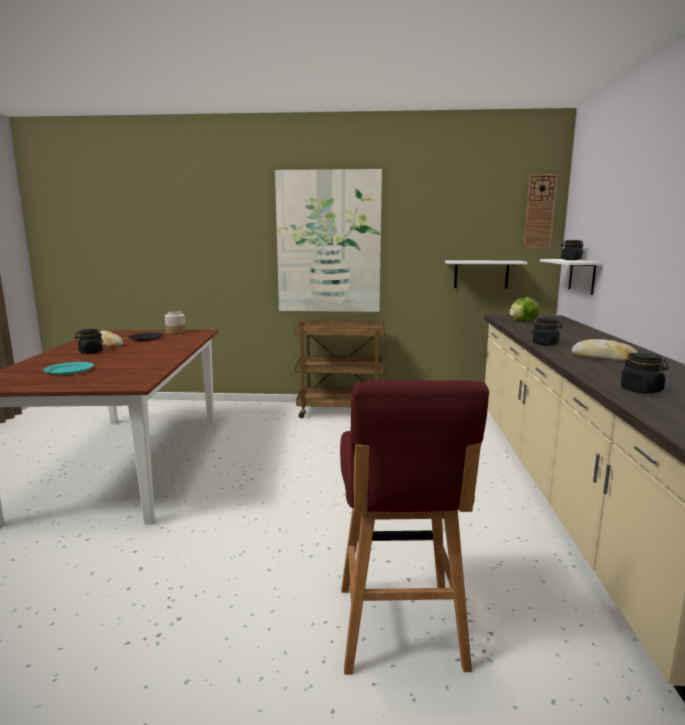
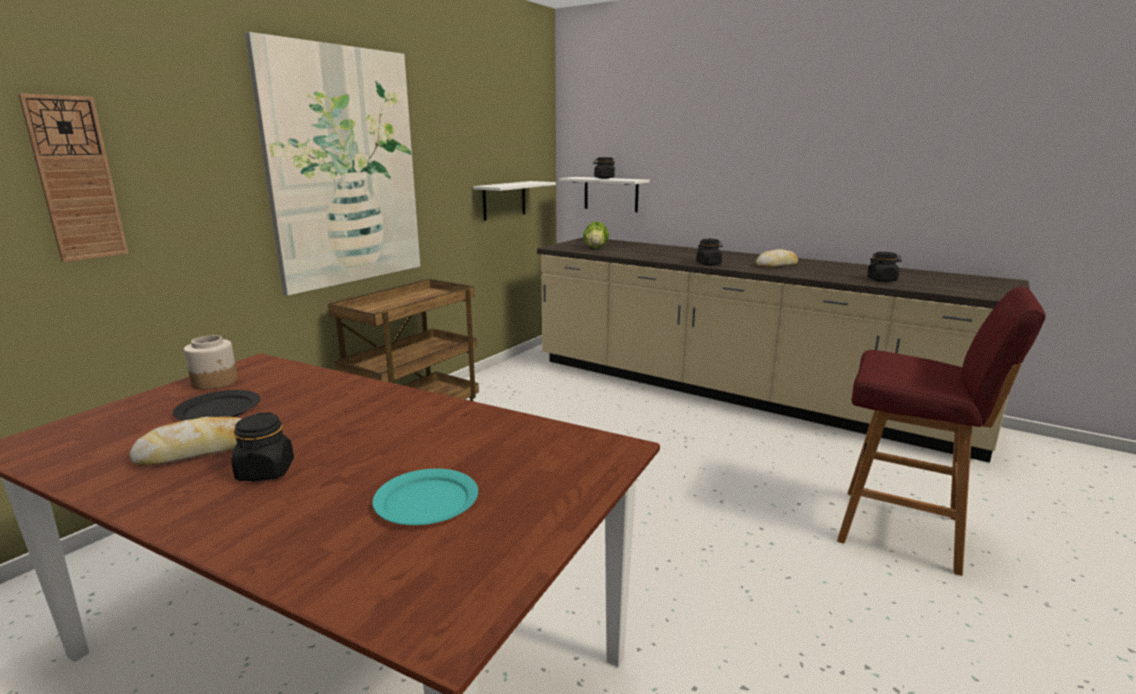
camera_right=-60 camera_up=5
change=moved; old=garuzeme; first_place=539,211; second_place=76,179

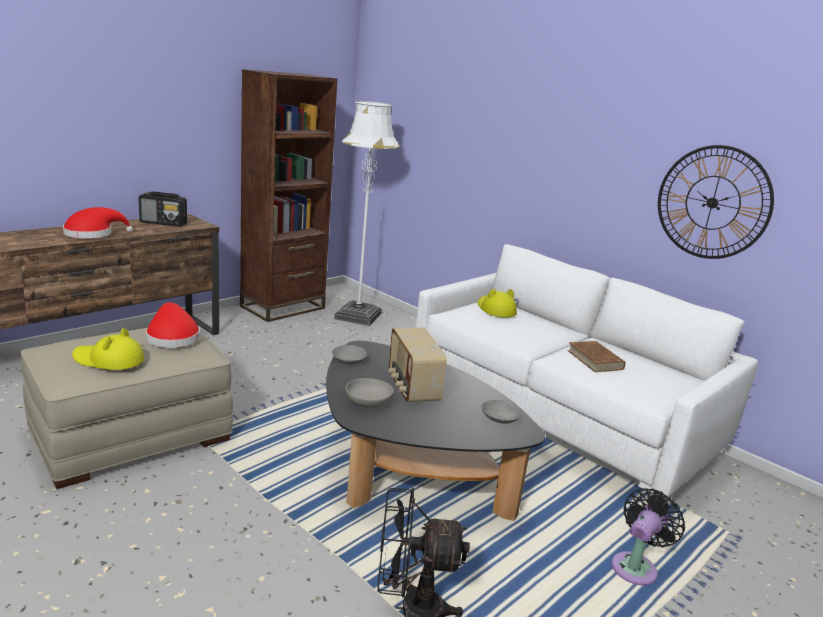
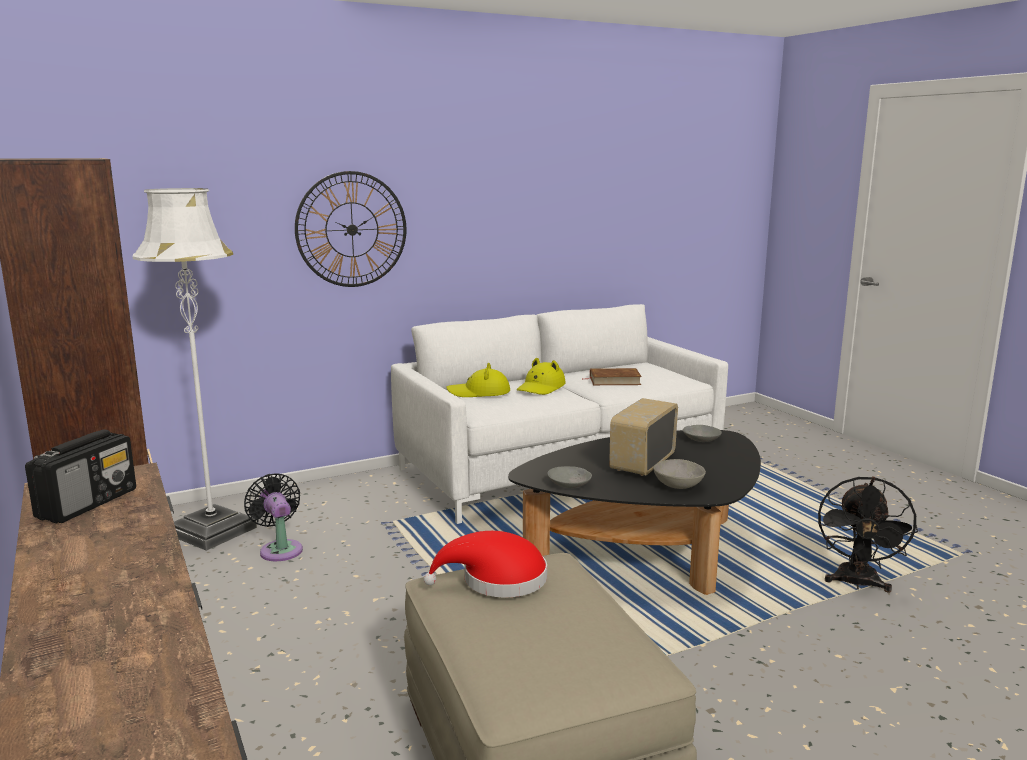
camera_right=-70 camera_up=-5
change=moved; old=garuzeme; first_place=712,202; second_place=352,229
change=removed; old=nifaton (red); first_place=92,234
change=moved; old=nifaton (yellow); first_place=108,360; second_place=541,388
change=turned; old=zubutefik; first_place=412,388; second_place=641,464; degrees=120
change=moved; old=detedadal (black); first_place=636,566; second_place=280,549

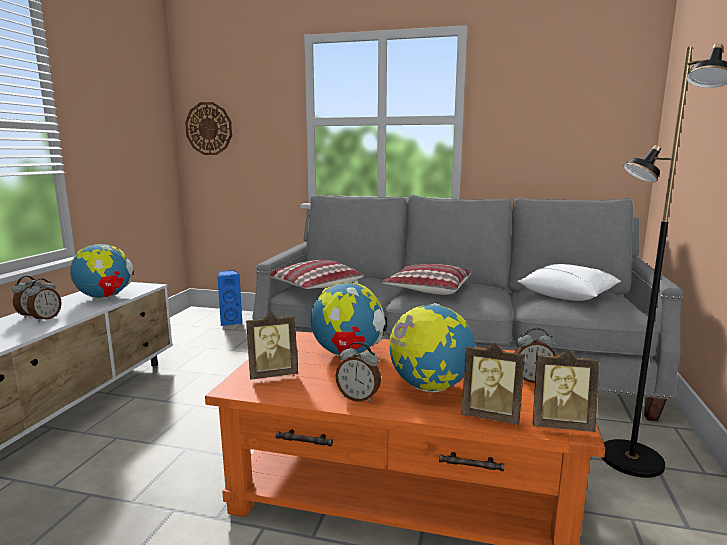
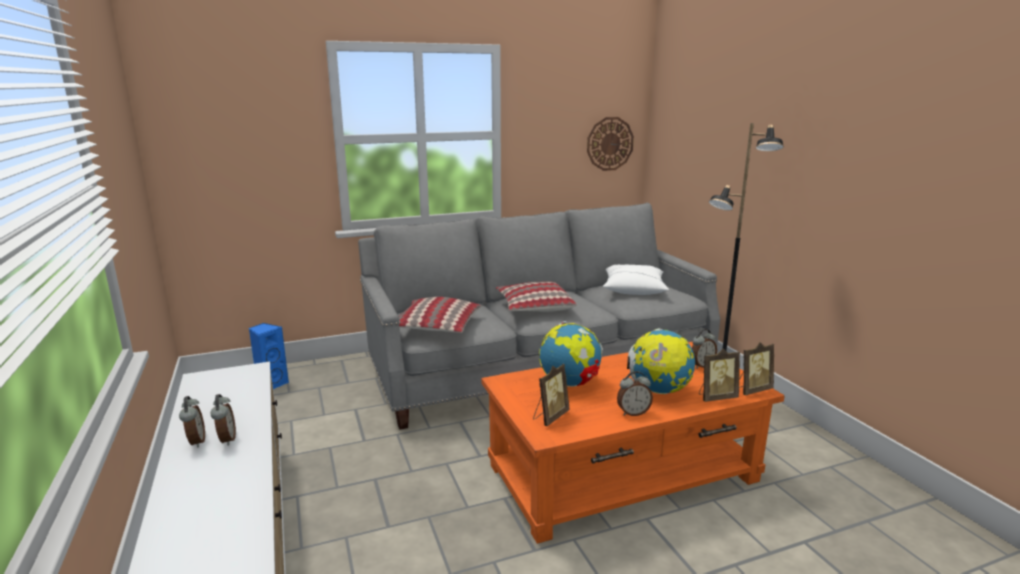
camera_right=-35 camera_up=5
change=moved; old=garuzeme; first_place=209,129; second_place=609,144
change=removed; old=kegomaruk; first_place=105,298

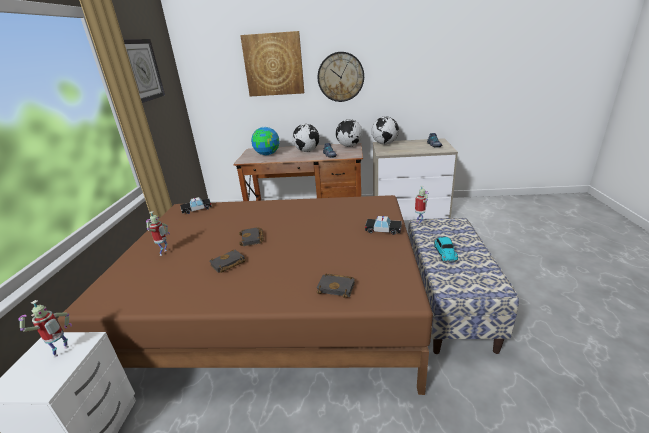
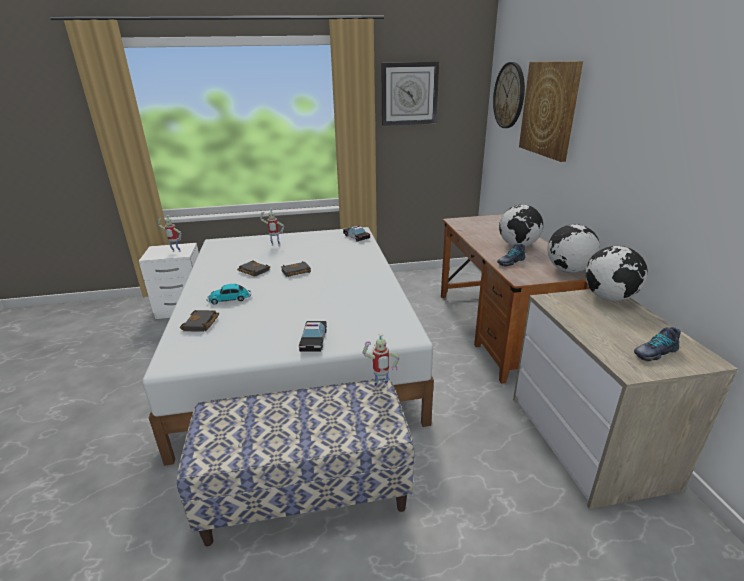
camera_right=75 camera_up=0
change=moved; old=garuzeme; first_place=340,77; second_place=509,96
change=removed; old=kegomaruk; first_place=267,154
change=recoloured; old=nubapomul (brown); new=nubapomul (white); first_place=275,305; second_place=298,347
change=moved; old=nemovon; first_place=444,252; second_place=230,299

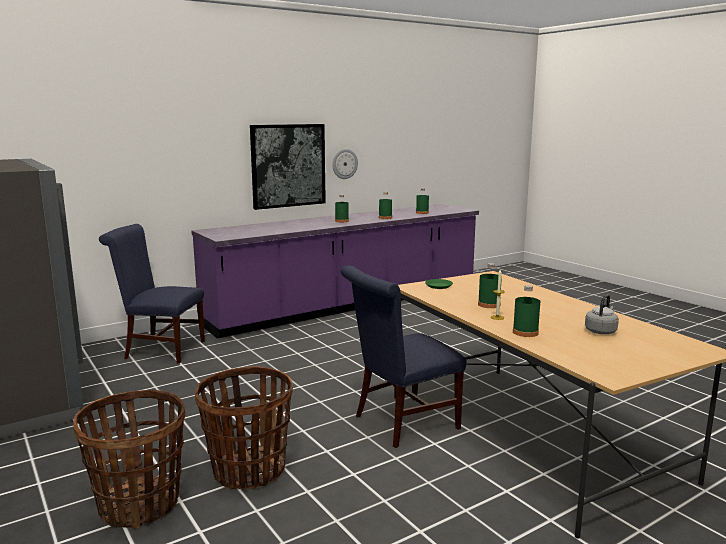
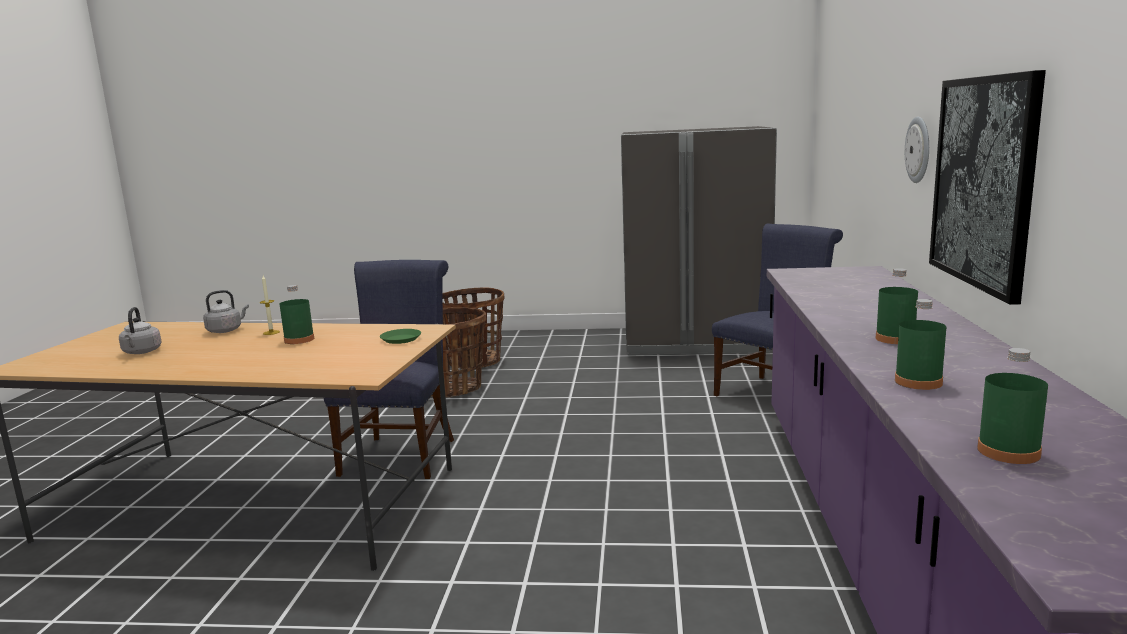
camera_right=130 camera_up=0
change=moved; old=garuzeme; first_place=344,164; second_place=919,149
change=replaced; old=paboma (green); new=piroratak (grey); first_place=525,332; second_place=226,330

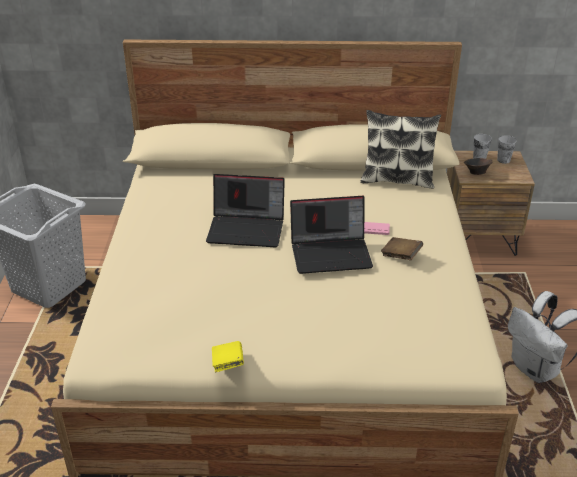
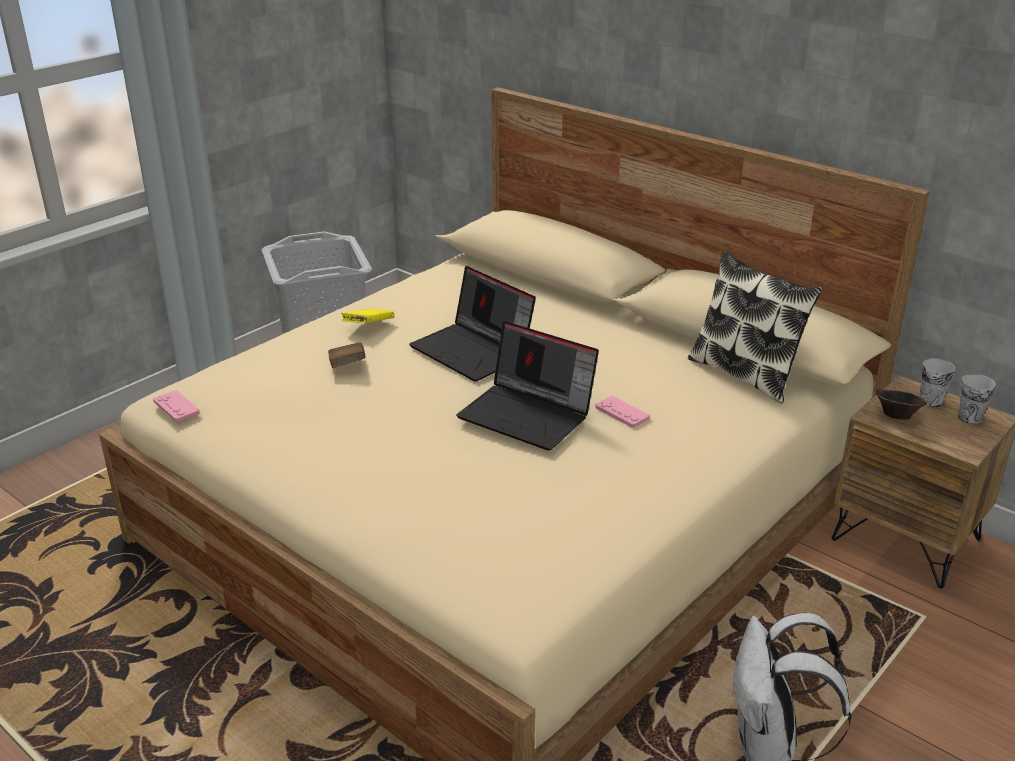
camera_right=40 camera_up=-5
change=moved; old=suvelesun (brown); first_place=401,256; second_place=347,366
change=moved; old=suvelesun (yellow); first_place=227,364; second_place=368,327
change=added; new=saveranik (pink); second_place=176,407

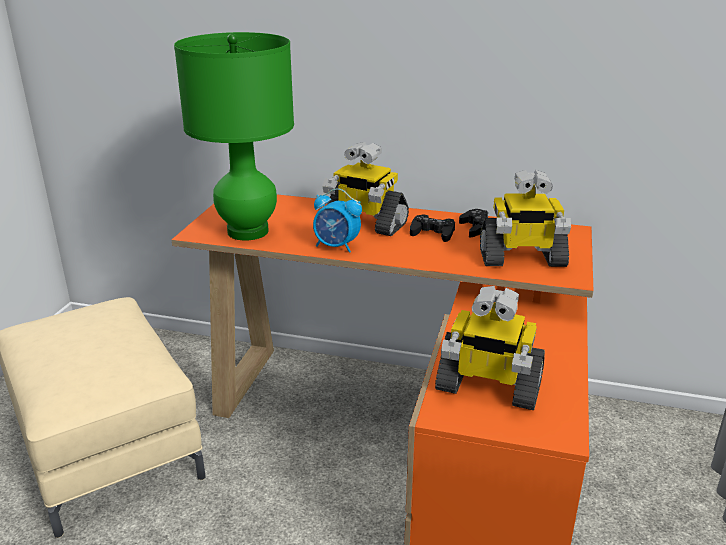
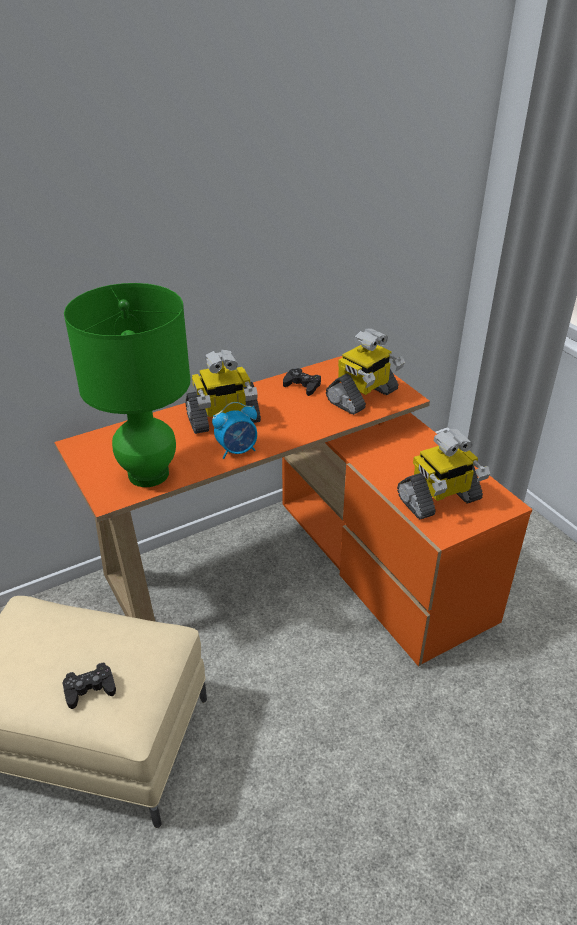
camera_right=-45 camera_up=10
change=moved; old=saveranik (black); first_place=432,233; second_place=90,689

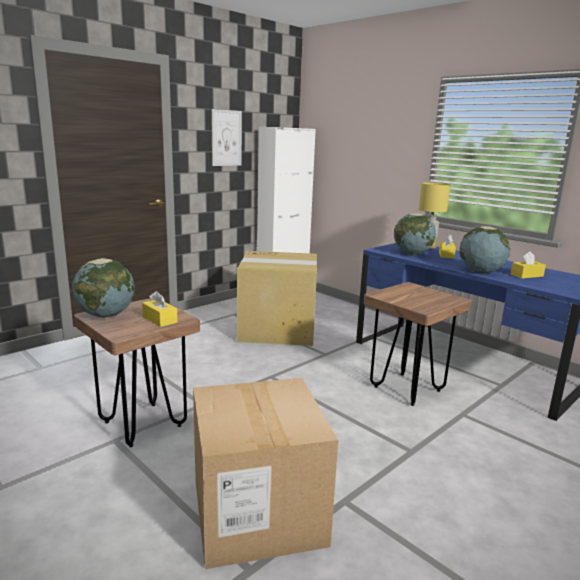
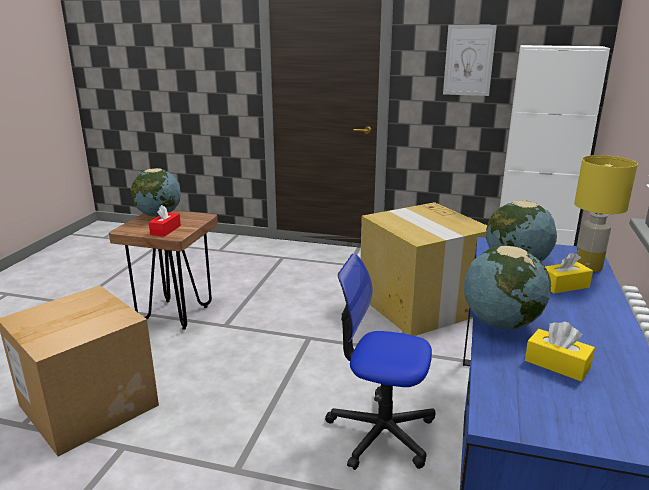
camera_right=60 camera_up=5
change=replaced; old=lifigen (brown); new=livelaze; first_place=406,389; second_place=381,432
change=recoloured; old=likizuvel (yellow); new=likizuvel (red); first_place=160,319; second_place=165,230

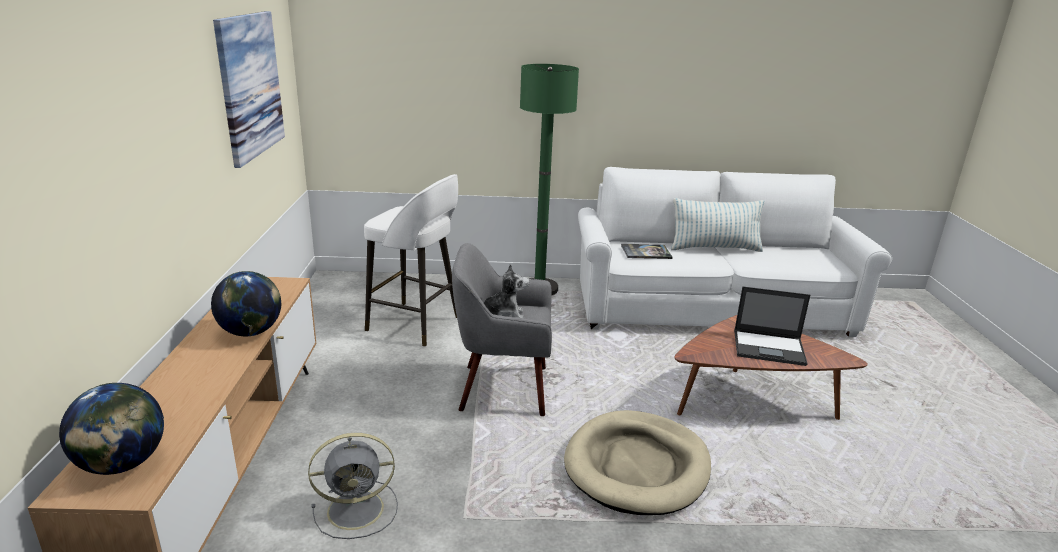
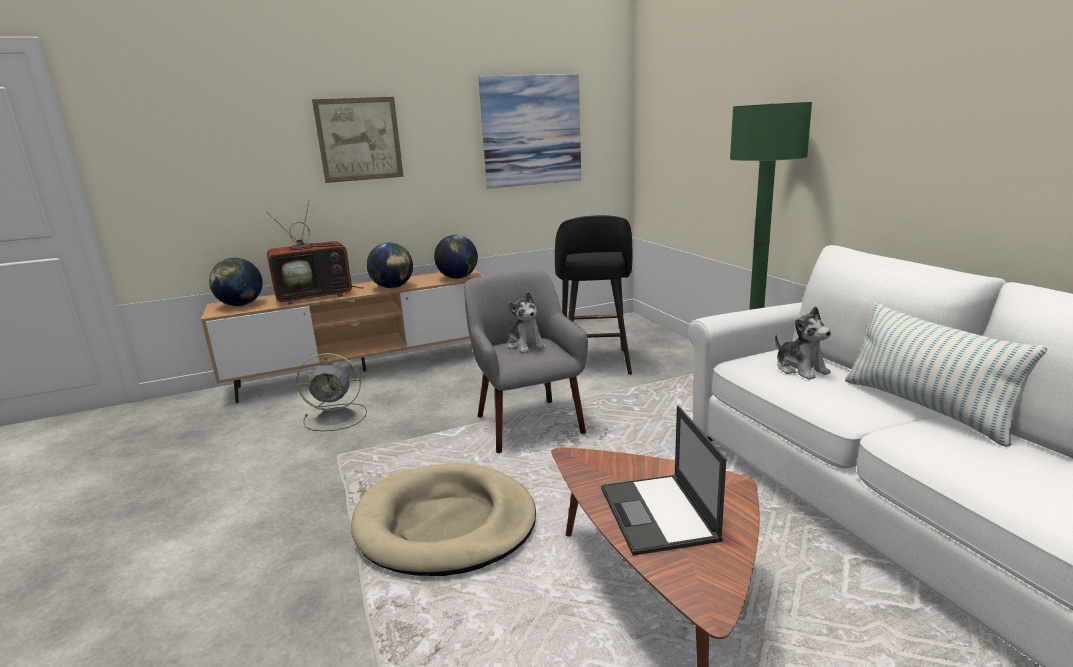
camera_right=70 camera_up=-5
change=recoloured; old=lifigen (white); new=lifigen (black); first_place=416,324; second_place=595,364
change=replaced; old=suvelesun; new=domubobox; first_place=646,252; second_place=800,369
change=turned; old=detedadal (grey); first_place=358,509; second_place=337,417; degrees=-60
change=added; new=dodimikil; second_place=359,139
change=added; new=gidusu; second_place=316,296
change=added; new=kegomaruk; second_place=458,278

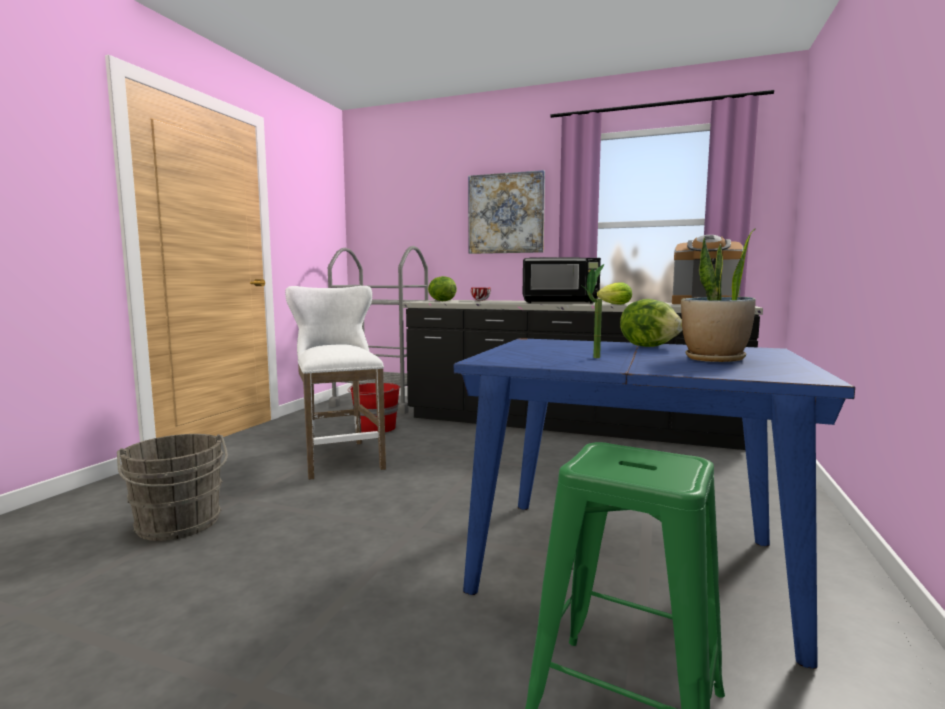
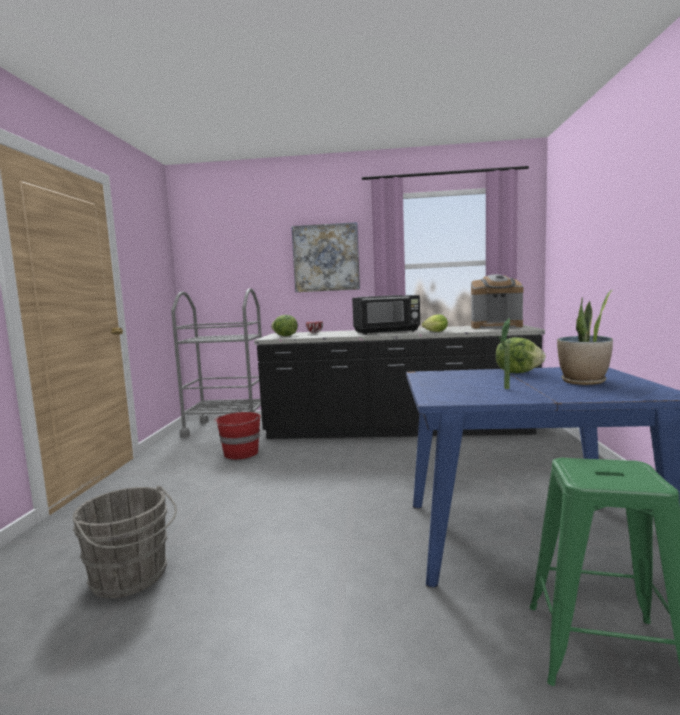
camera_right=-15 camera_up=0
change=removed; old=lifigen (white); first_place=340,457

